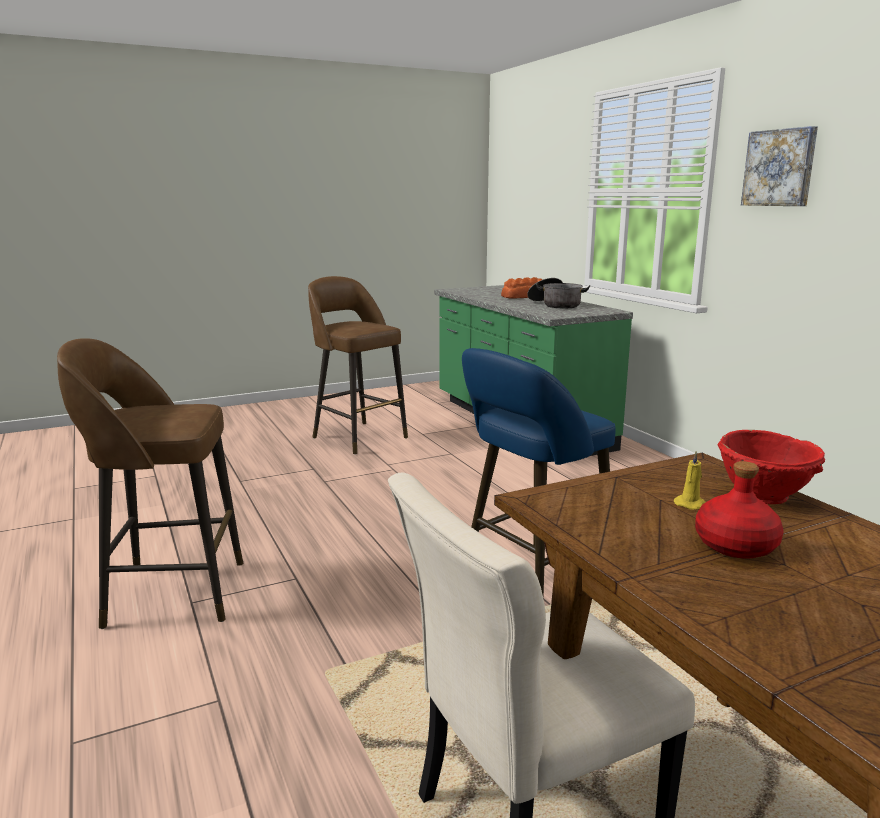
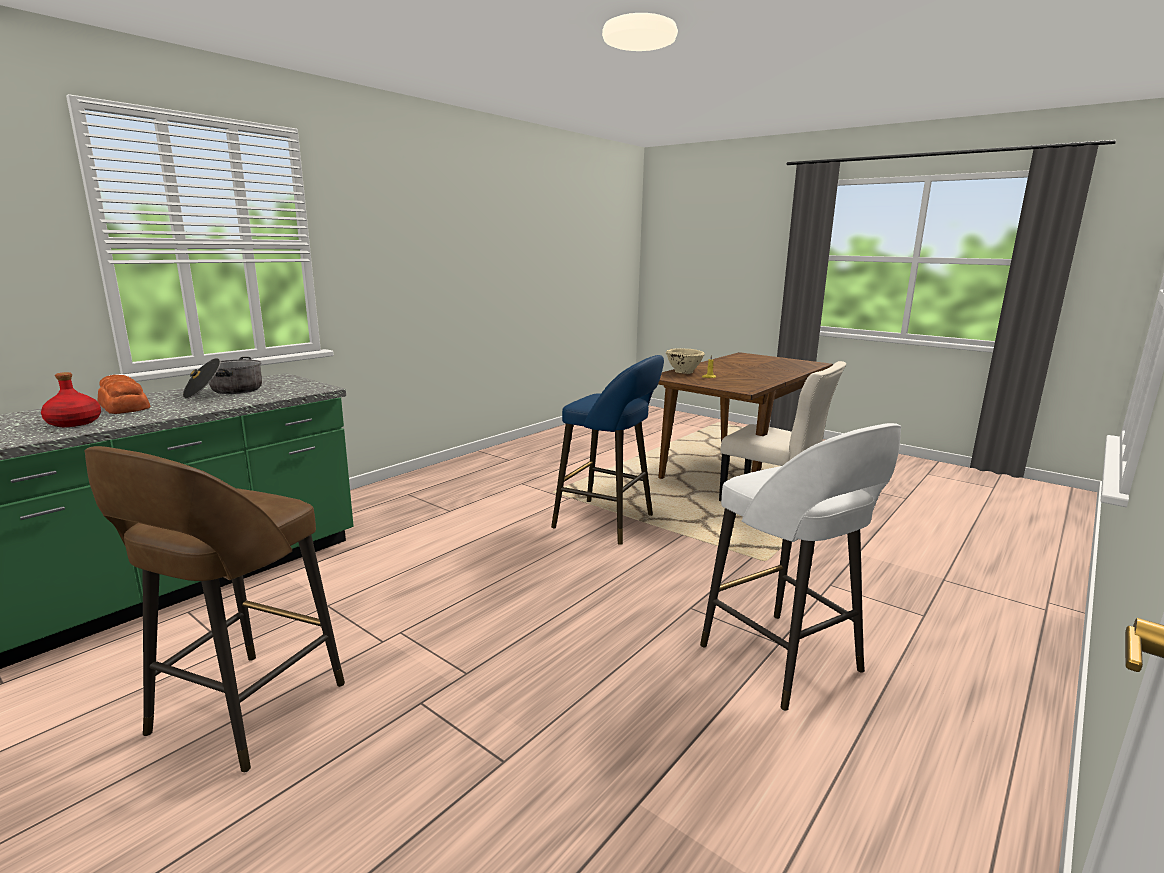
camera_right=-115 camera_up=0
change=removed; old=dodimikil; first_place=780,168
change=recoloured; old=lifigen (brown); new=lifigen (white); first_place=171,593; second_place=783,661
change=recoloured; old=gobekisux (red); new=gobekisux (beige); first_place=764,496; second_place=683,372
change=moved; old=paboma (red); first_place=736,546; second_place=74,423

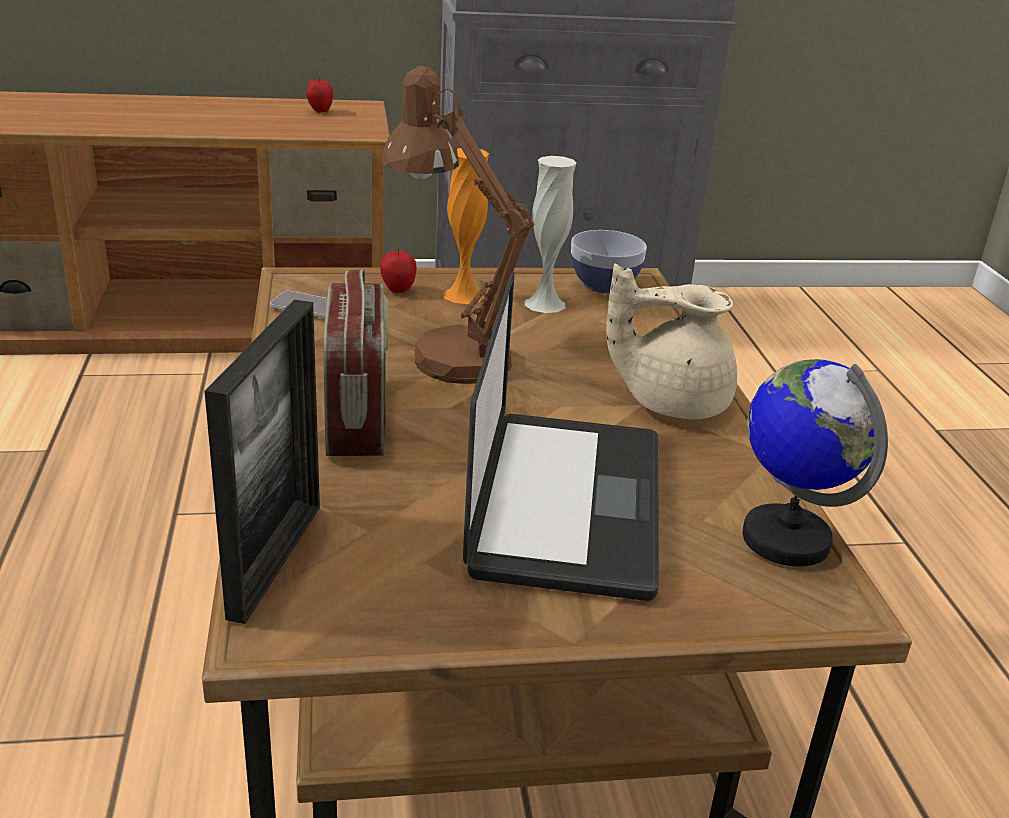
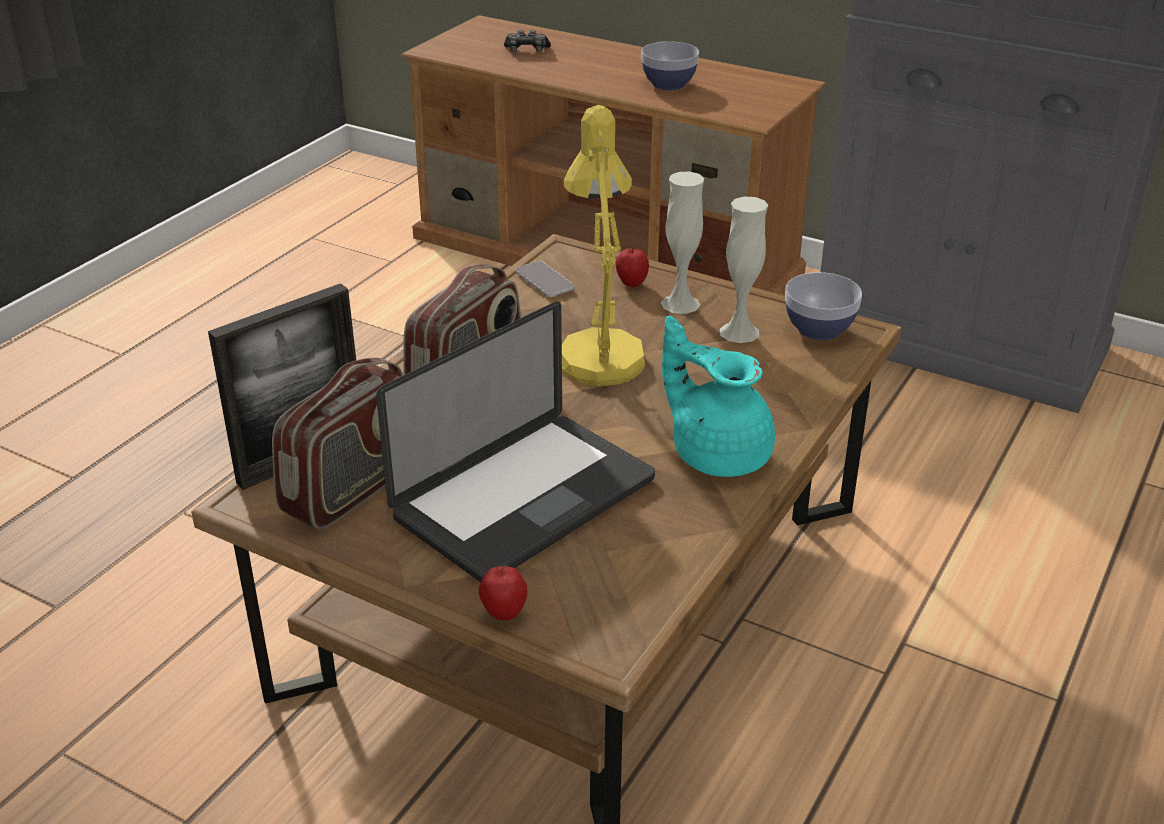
camera_right=40 camera_up=5
change=recoloured; old=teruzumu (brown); new=teruzumu (yellow); first_place=448,352; second_place=600,351
change=moved; old=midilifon; first_place=320,111; second_place=504,614
change=recoloured; old=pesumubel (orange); new=pesumubel (white); first_place=463,295; second_place=680,303
change=recoloured; old=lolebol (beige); new=lolebol (turquoise); first_place=670,401; second_place=718,452
change=removed; old=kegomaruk; first_place=786,538
change=added; new=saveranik; second_place=527,50
change=added; new=gobekisux; second_place=668,84
change=added; new=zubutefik; second_place=354,488

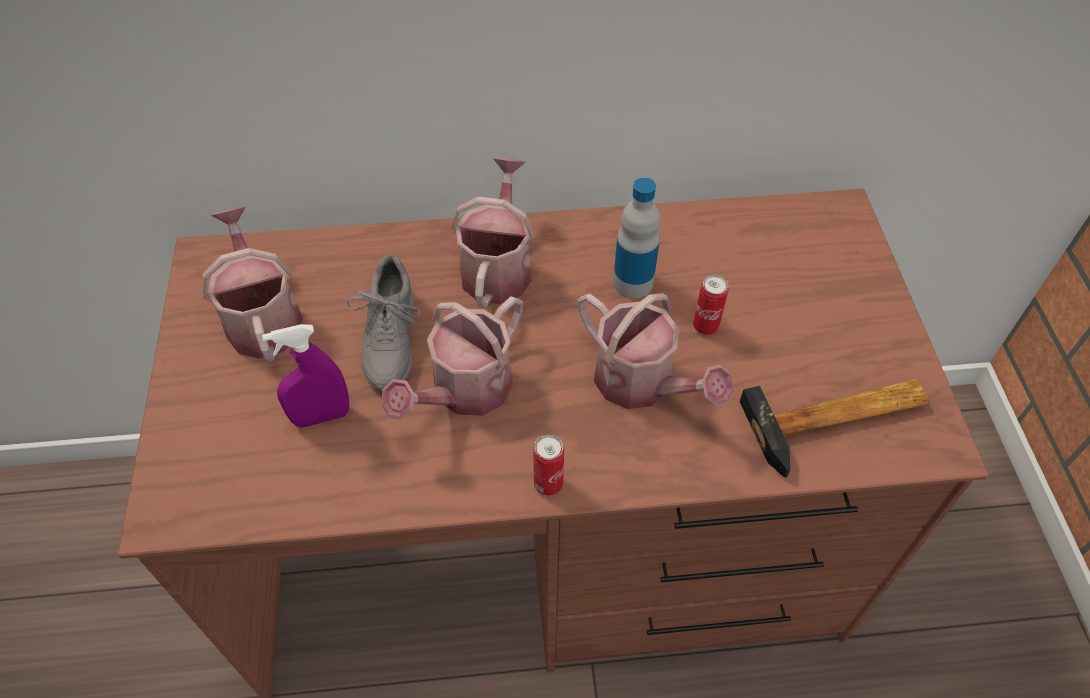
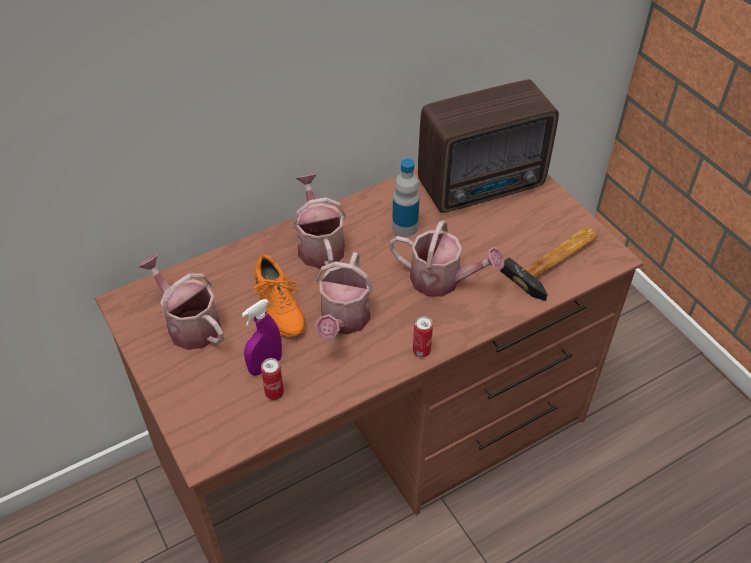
camera_right=-25 camera_up=-5
change=recoloured; old=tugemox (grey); new=tugemox (orange); first_place=390,340; second_place=279,308
change=moved; old=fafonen; first_place=705,326; second_place=274,393
change=added; new=zubutefik; second_place=484,186

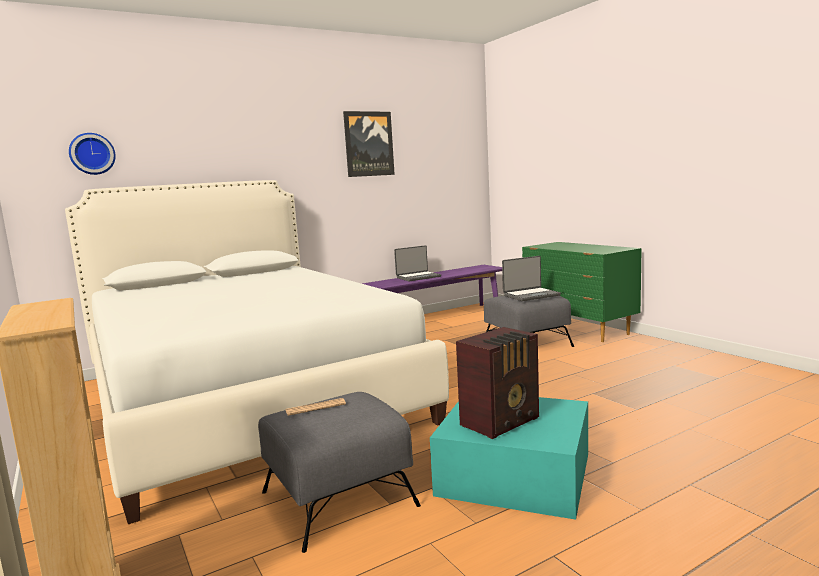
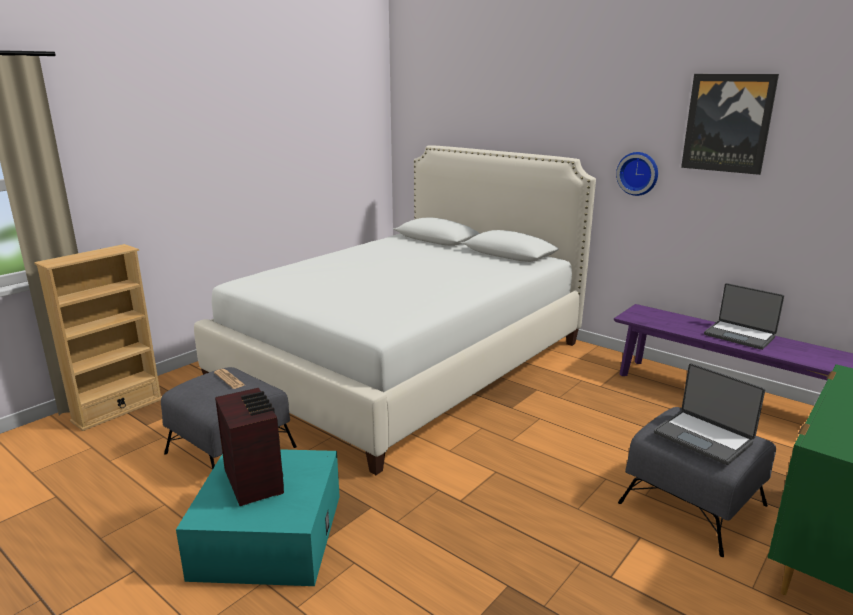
camera_right=70 camera_up=10
change=moved; old=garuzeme; first_place=92,154; second_place=638,173
change=turned; old=zubutefik; first_place=502,422; second_place=254,480; degrees=-150

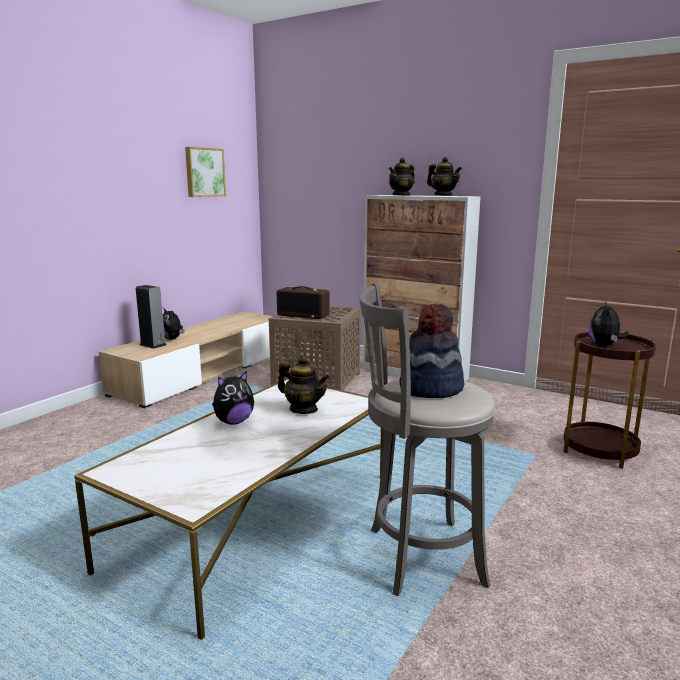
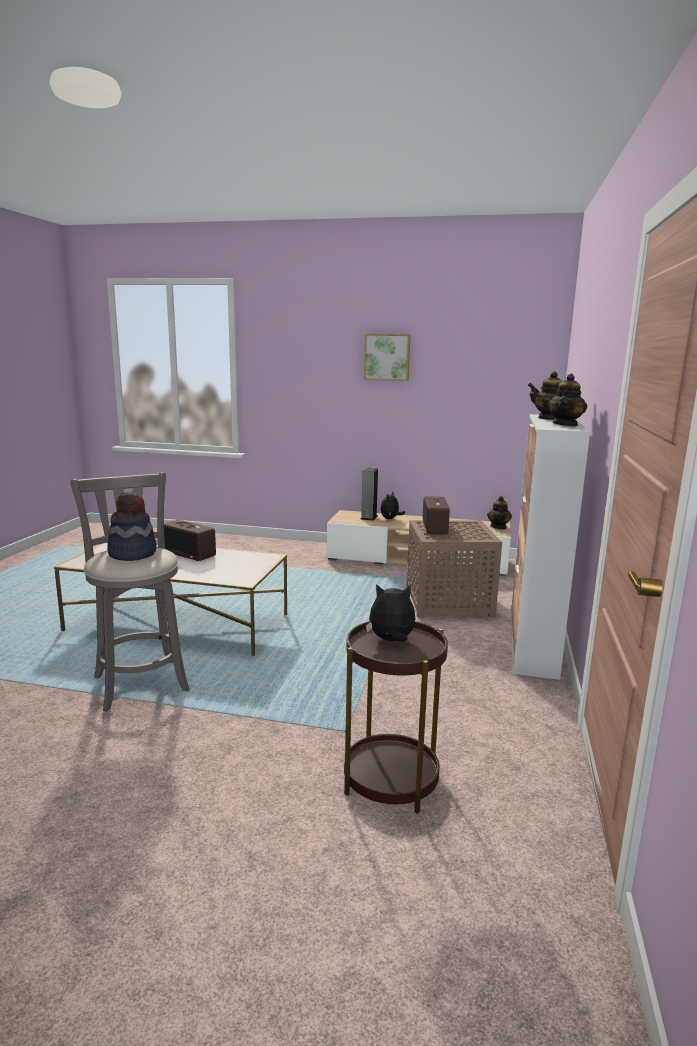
camera_right=70 camera_up=0
change=moved; old=dodimikil; first_place=204,172; second_place=387,357
change=moved; old=lolebol; first_place=303,409; second_place=498,527
change=replaced; old=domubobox; new=zubutefik; first_place=233,422; second_place=189,553

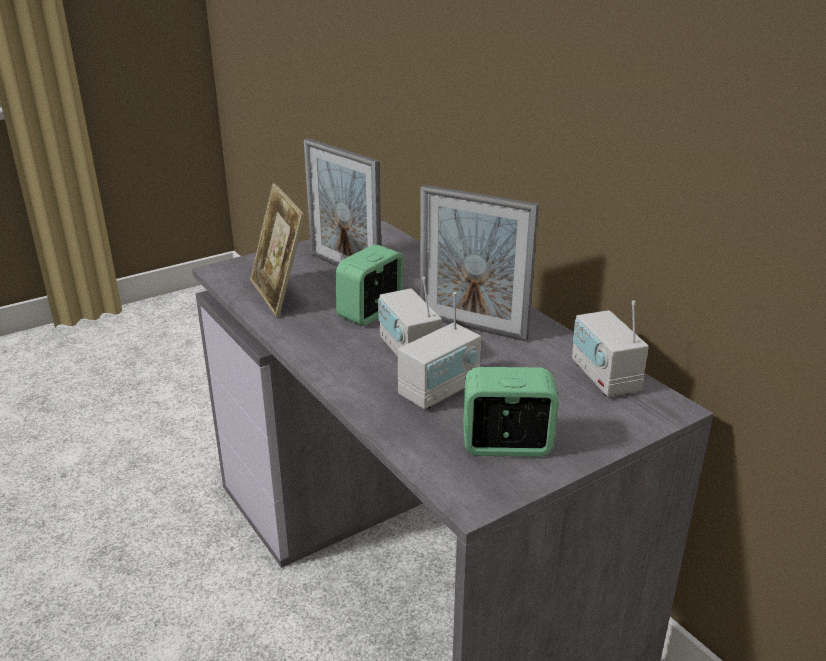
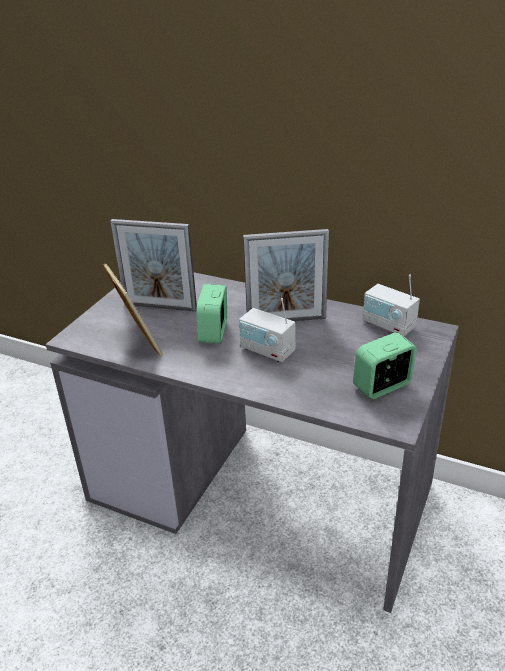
camera_right=-30 camera_up=5
change=turned; old=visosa; first_place=279,295; second_place=138,342; degrees=-150
change=removed; old=zubutefik; first_place=440,390

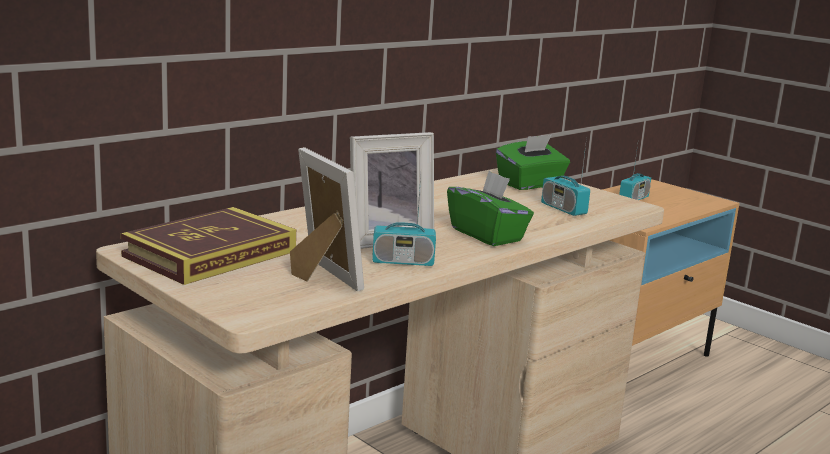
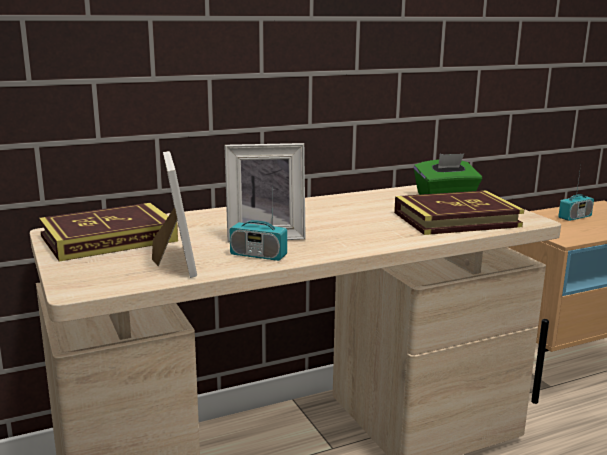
camera_right=20 camera_up=0
change=replaced; old=zubutefik; new=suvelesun; first_place=563,209; second_place=456,219
change=removed; old=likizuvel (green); first_place=487,235

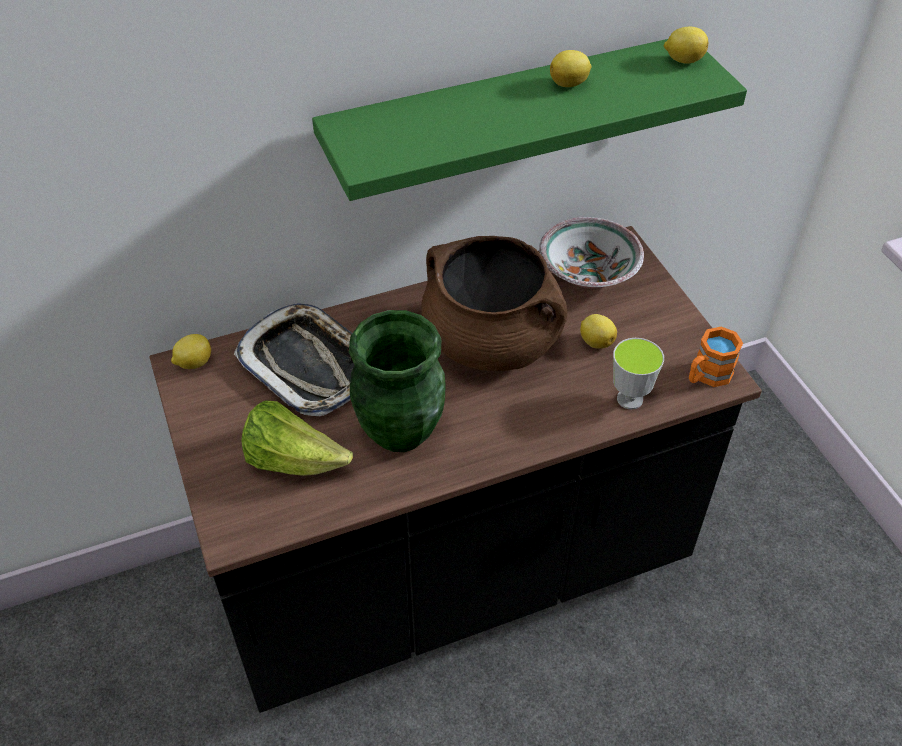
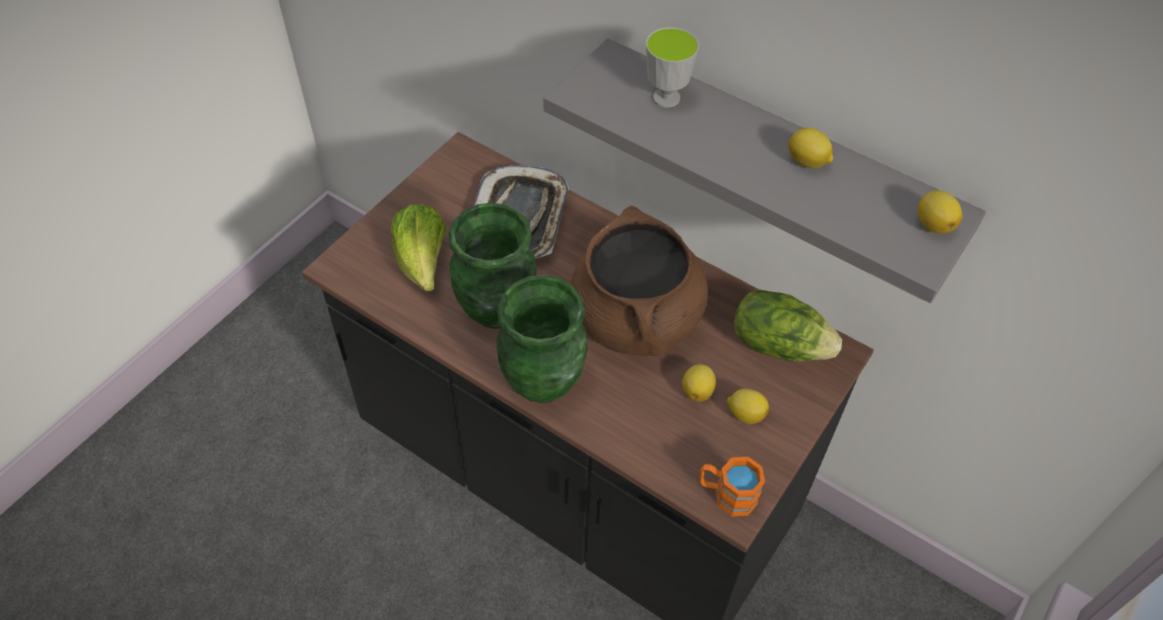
camera_right=55 camera_up=5
change=recoloured; old=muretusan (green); new=muretusan (grey); first_place=507,118; second_place=775,157
change=replaced; old=gobekisux; new=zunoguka; first_place=587,272; second_place=778,344
change=moved; old=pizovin; first_place=193,363; second_place=745,414
change=moved; old=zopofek; first_place=629,399; second_place=666,98
change=added; new=pesumubel (green); second_place=543,381

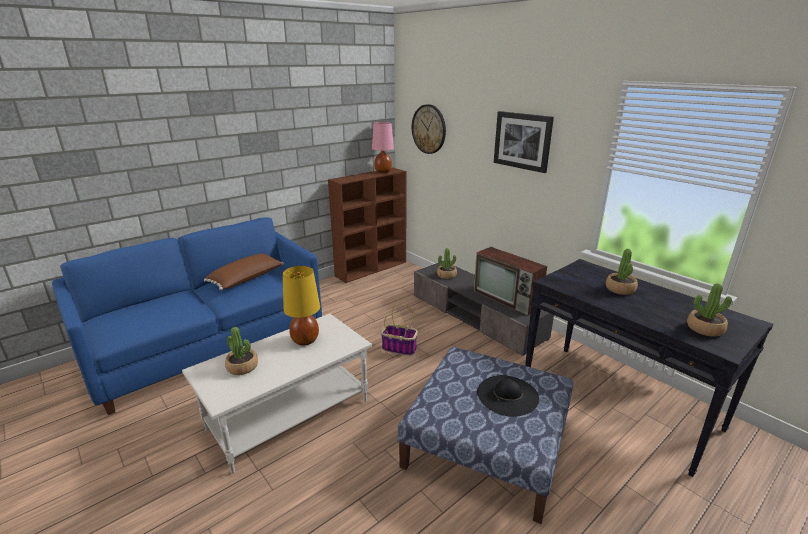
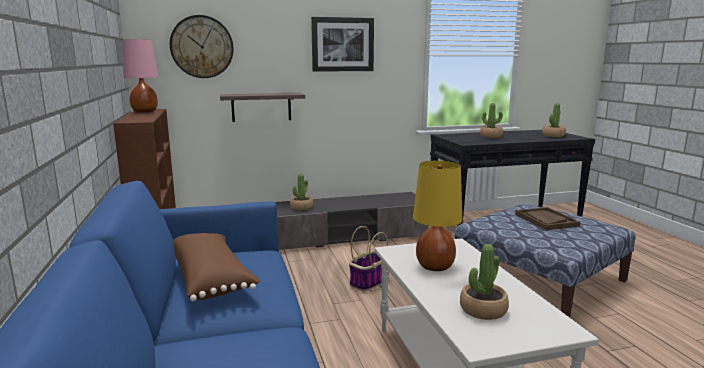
camera_right=-65 camera_up=-10
change=removed; old=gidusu; first_place=507,299
change=replaced; old=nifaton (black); new=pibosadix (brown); first_place=507,395; second_place=546,220
change=added; new=muretusan; second_place=261,107

